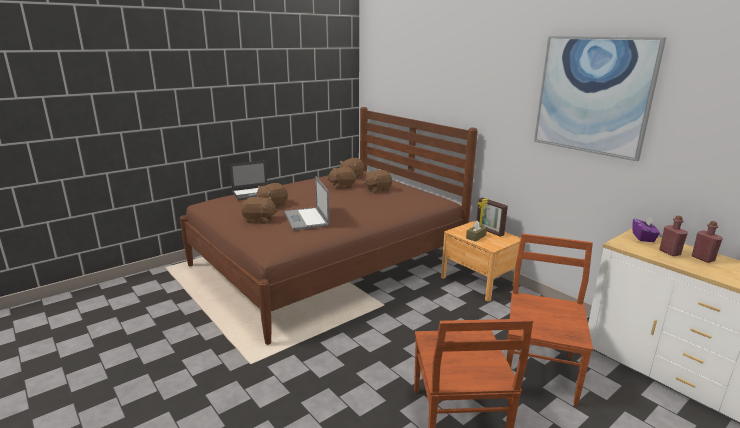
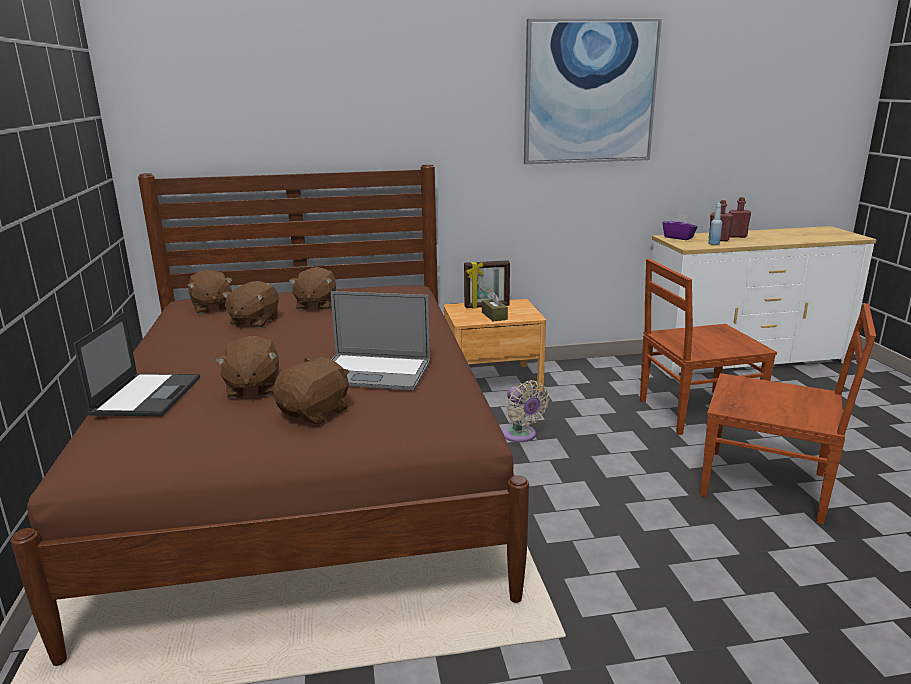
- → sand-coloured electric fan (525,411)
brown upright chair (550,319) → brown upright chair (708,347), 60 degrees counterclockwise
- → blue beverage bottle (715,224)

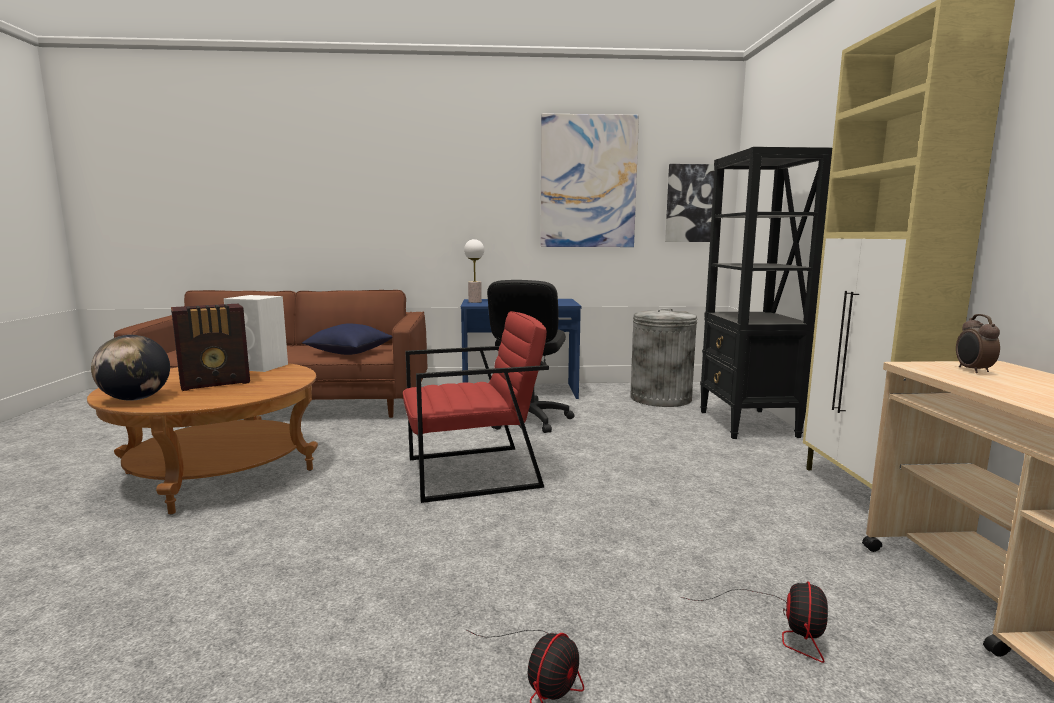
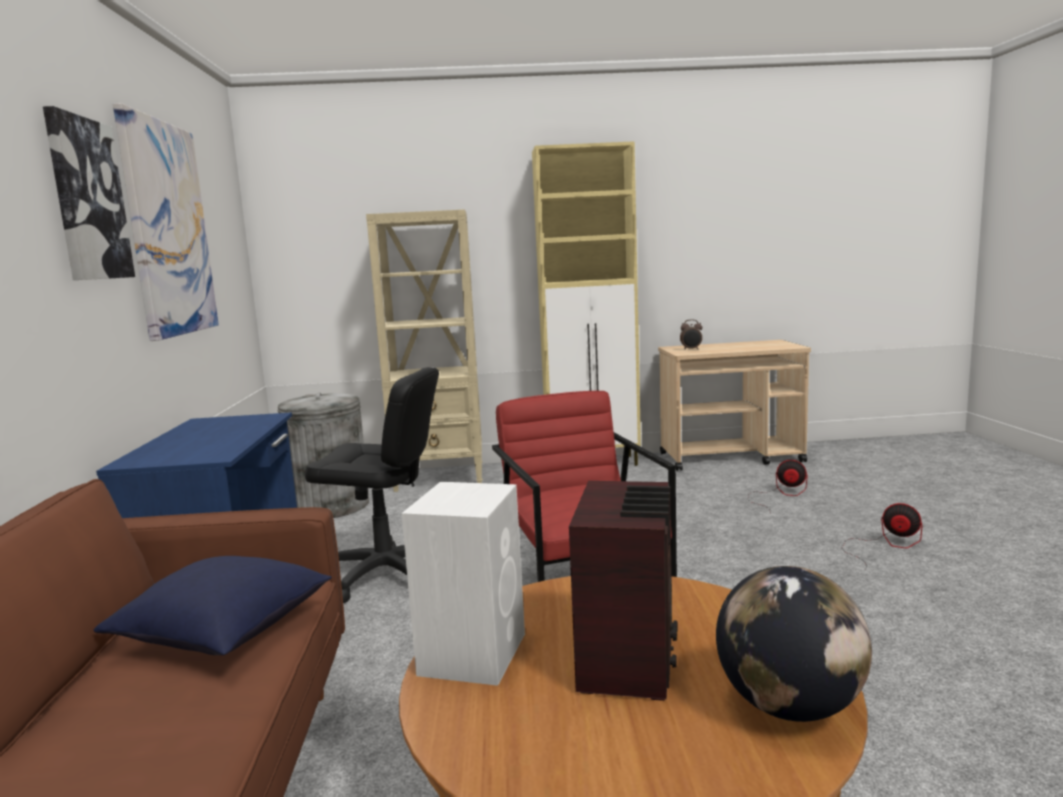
wall art (690,203) → wall art (89,193), relocated
black bookshelf (766,293) → sand-coloured bookshelf (424,350)
radio (210,347) → radio (623,591), 45 degrees clockwise
lamp for a table (474,271) → -

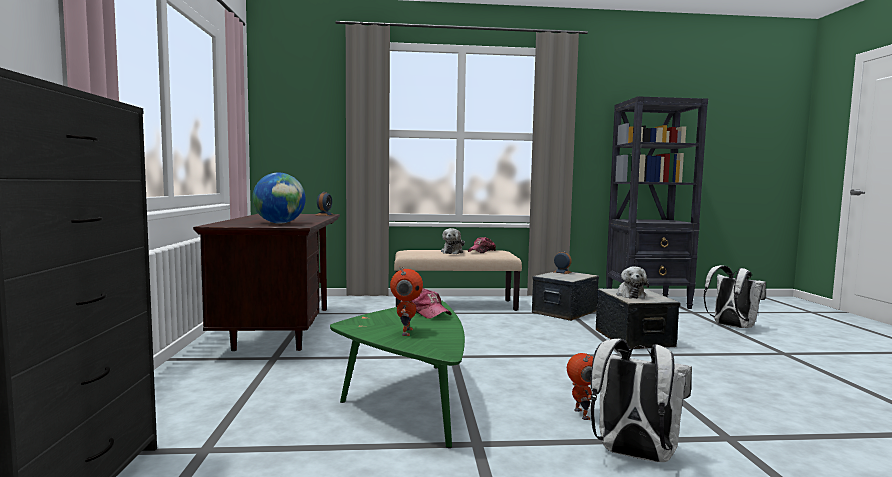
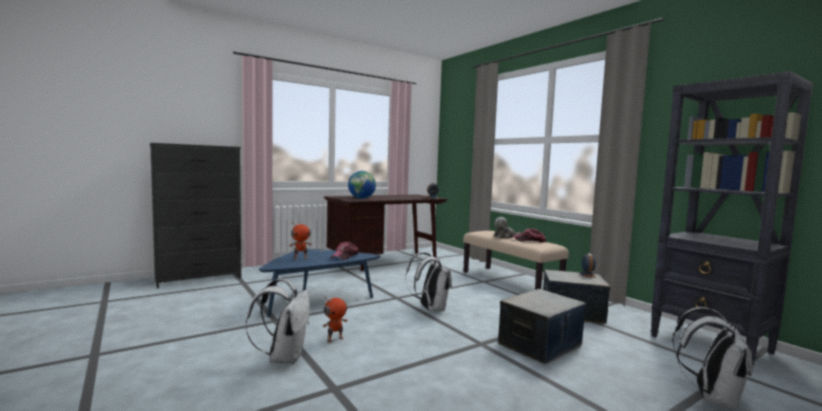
green low table (397,374) → blue low table (320,283)
- → white-coloured knapsack (428,282)
soft toy (632,282) → -

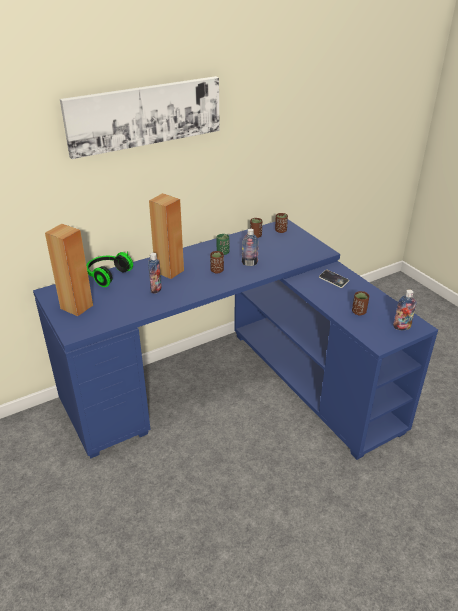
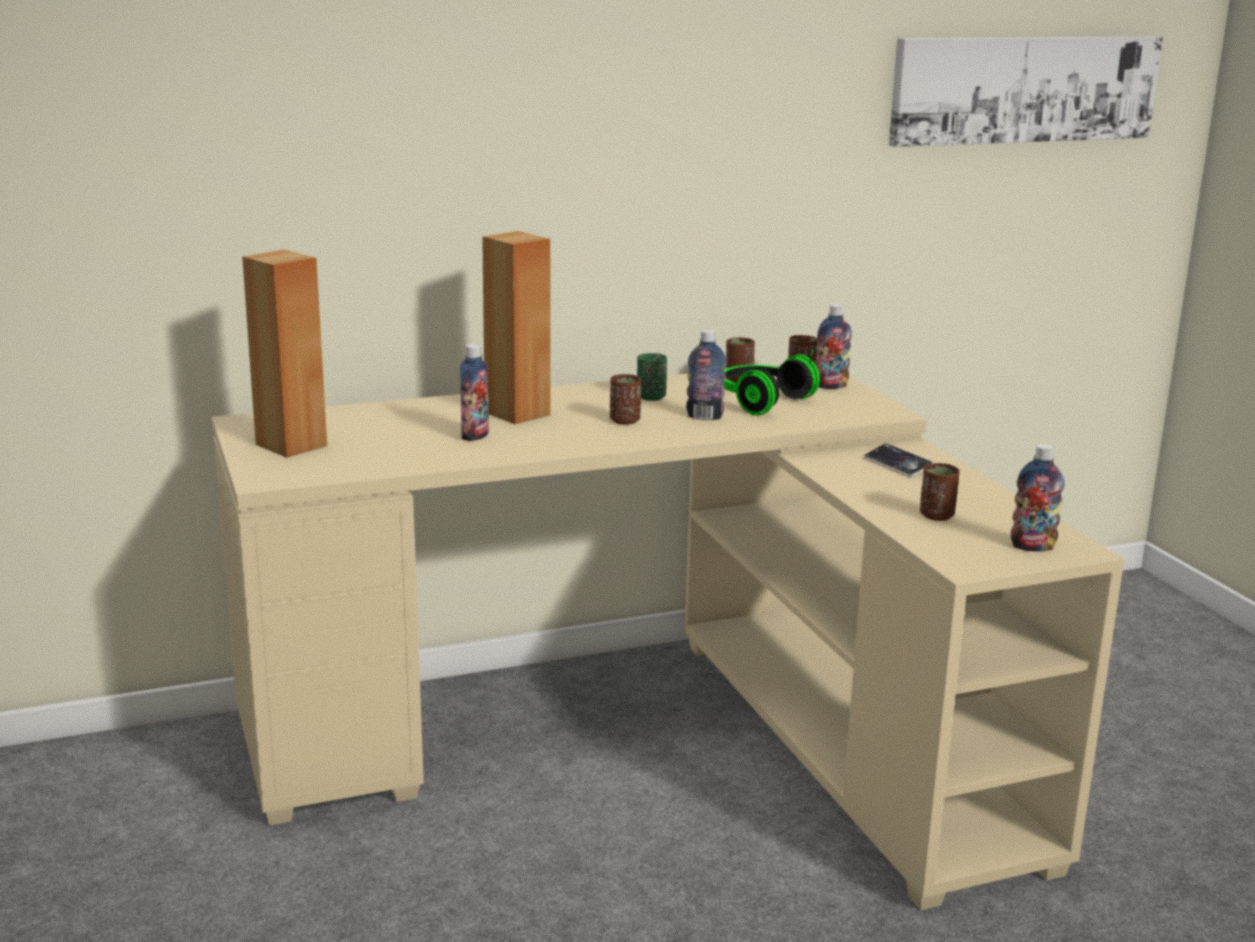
blue desk (235,339) → sand-coloured desk (668,637)
headset (109,269) → headset (771,383), relocated
- → beverage bottle (833,346)
wall art (140,117) → wall art (1026,91), relocated

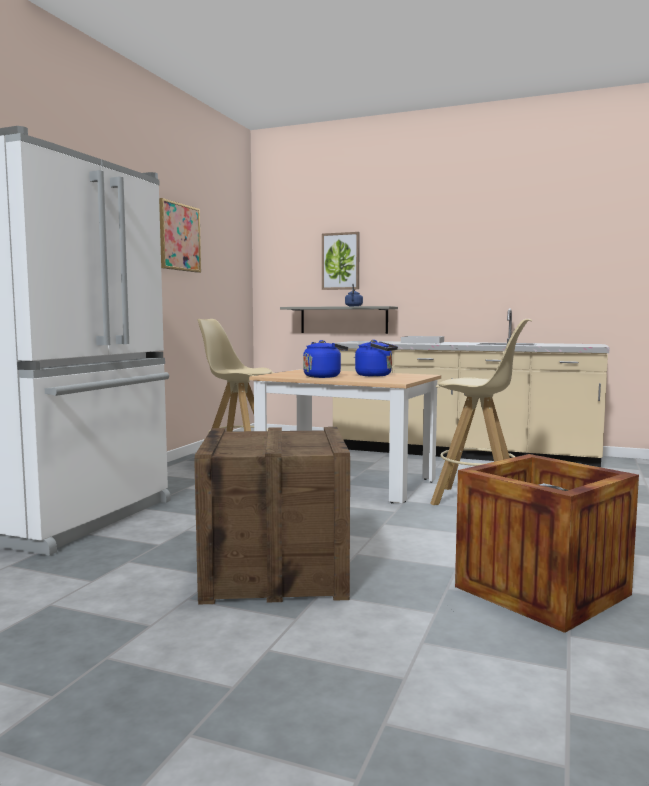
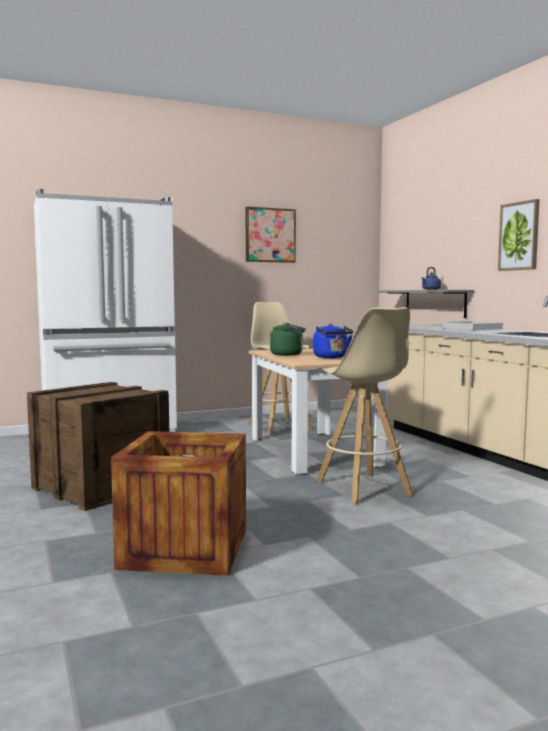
blue tea kettle (325,359) → green tea kettle (288,339)
wall art (341,261) → wall art (519,235), relocated

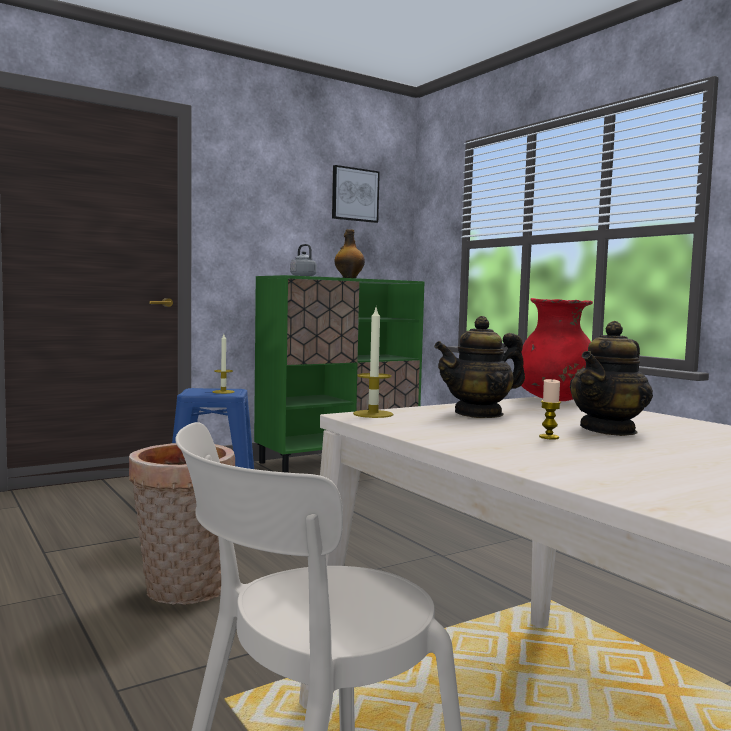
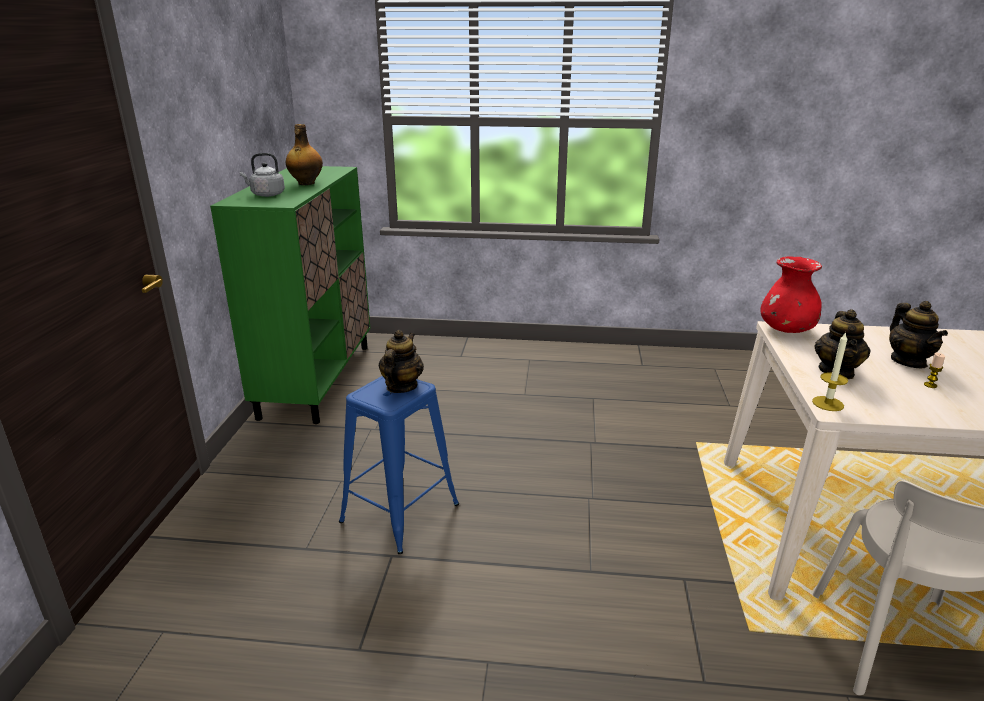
wax candle (223,364) → tea pot (401,361)
basket (182,524) → -
wall art (356,194) → -

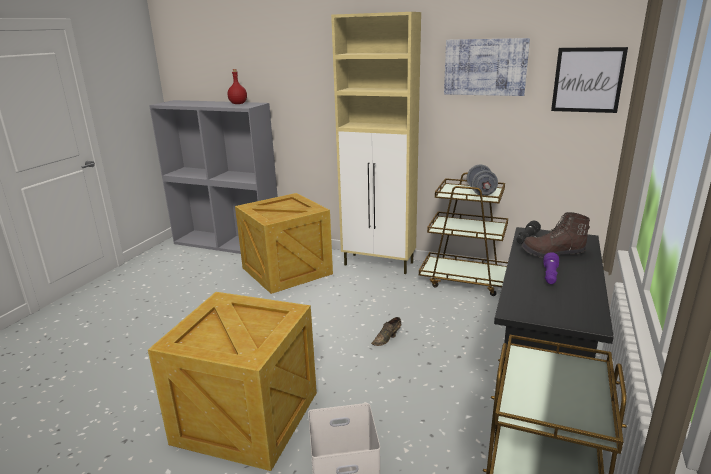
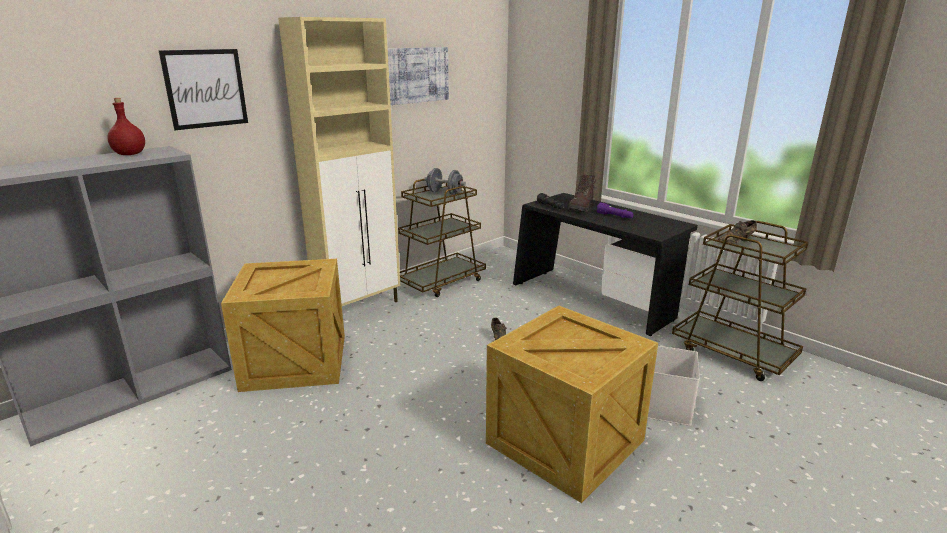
wall art (589,80) → wall art (203,89), relocated
- → brown low shoe (737,232)

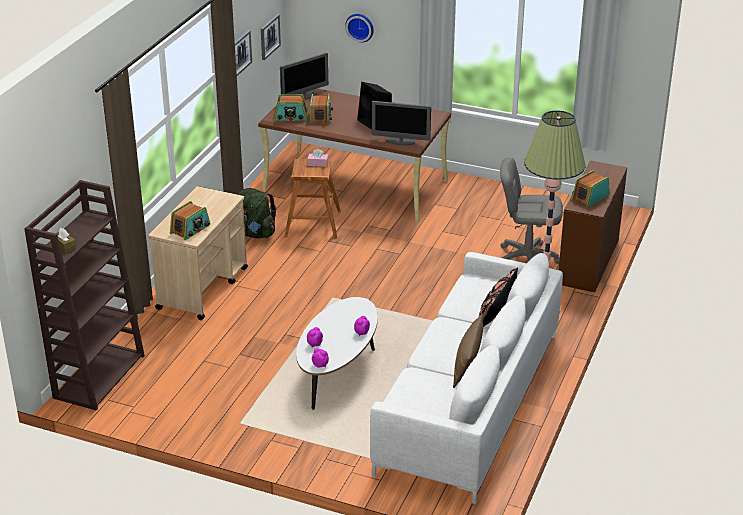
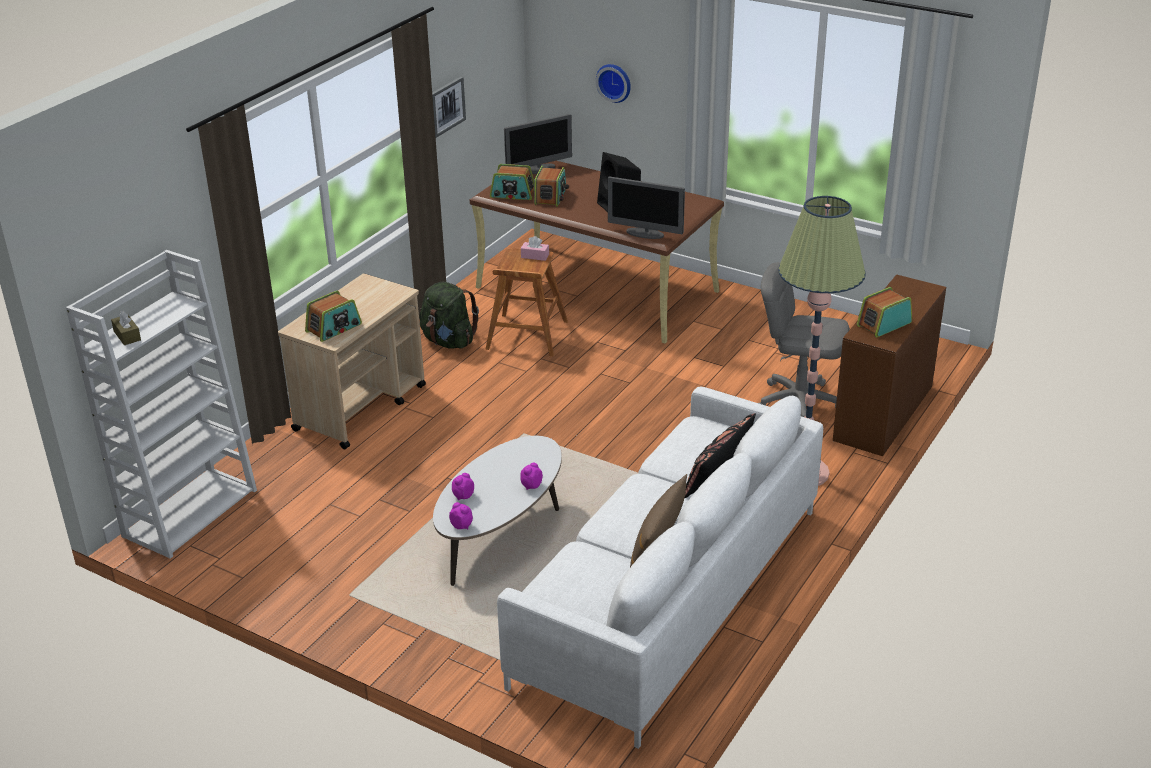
brown bookshelf (84,295) → white-coloured bookshelf (161,404)
wall art (271,37) → -

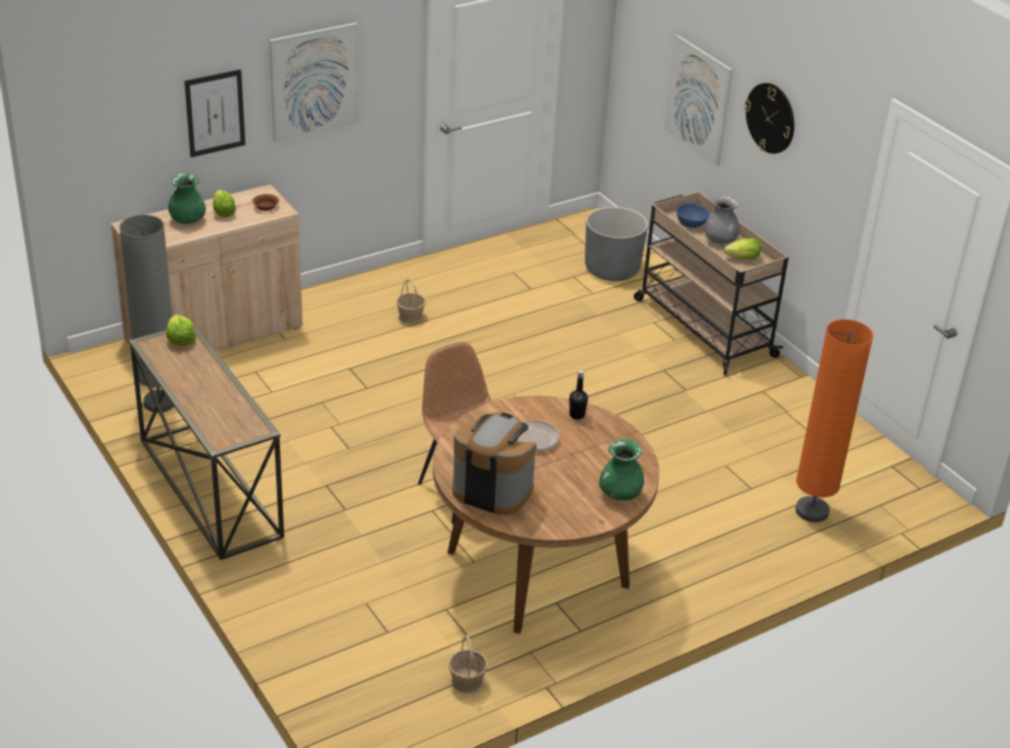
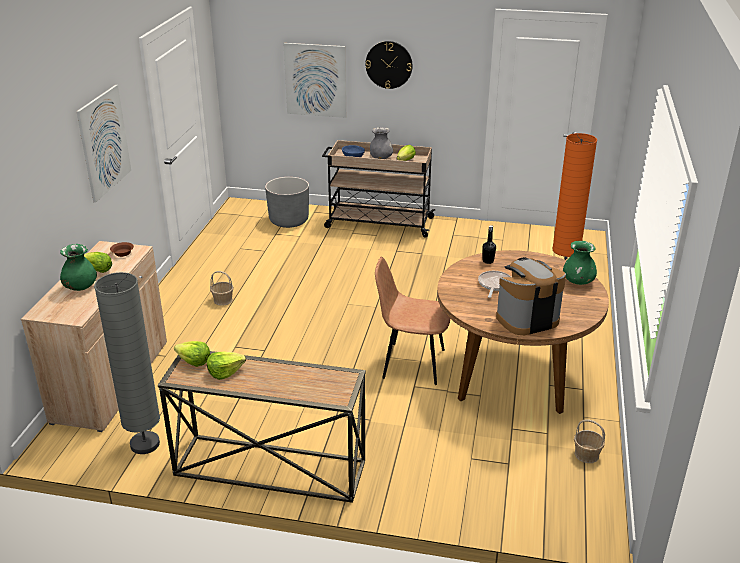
- → head of lettuce (226,366)
wall art (214,113) → -

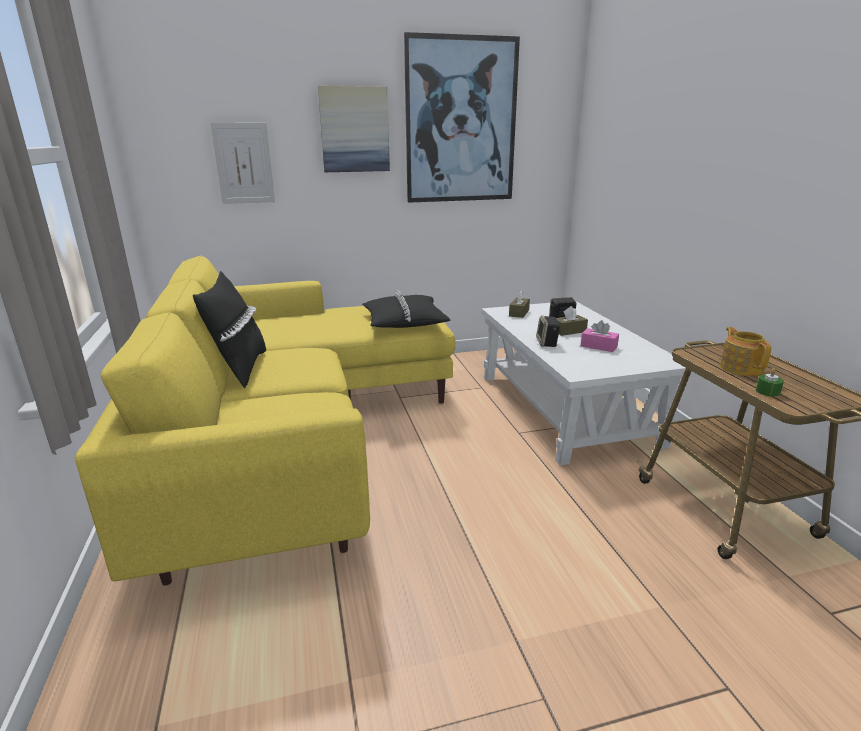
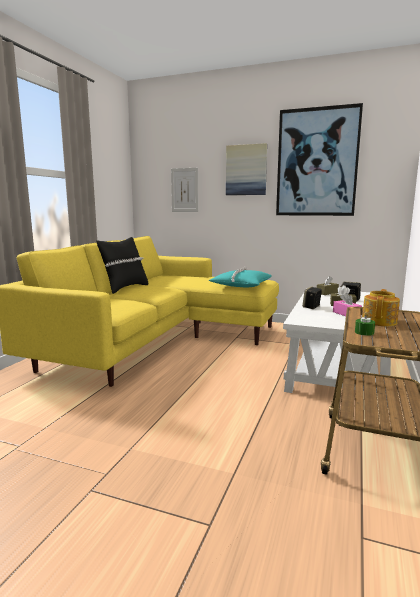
black cushion (406,309) → turquoise-coloured cushion (240,276)

